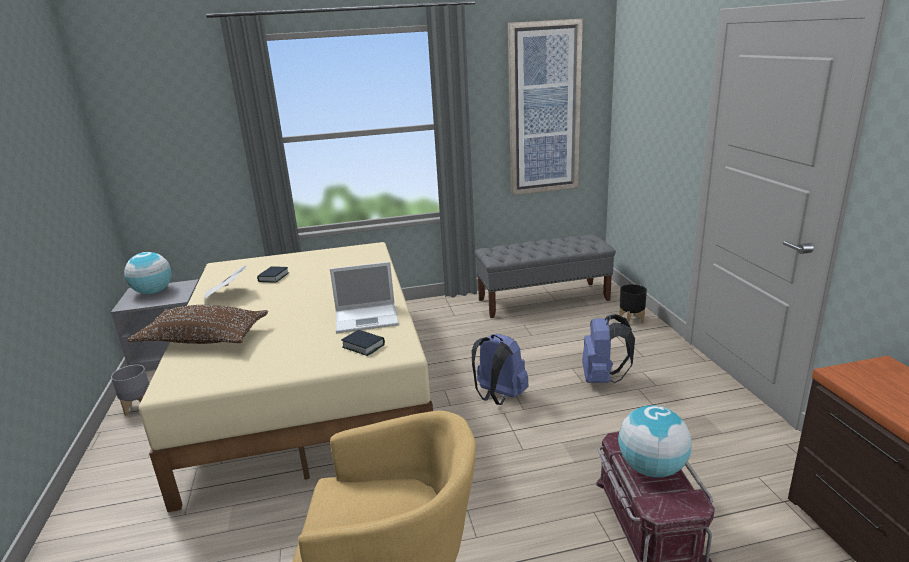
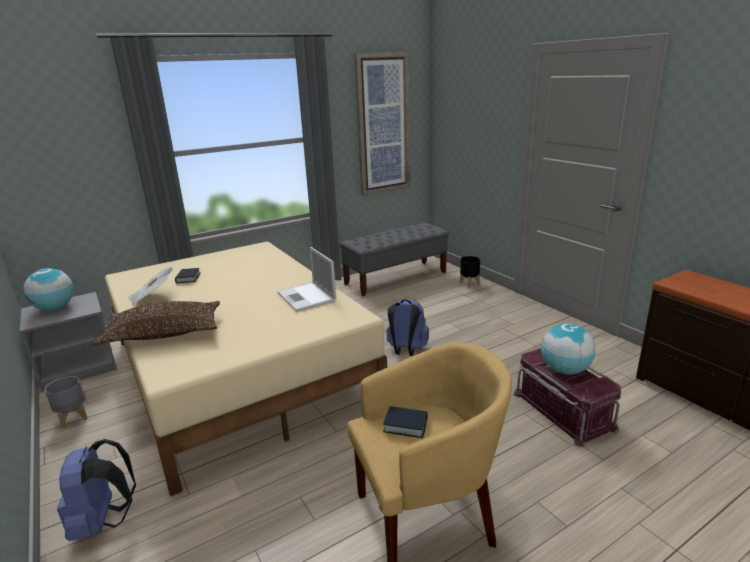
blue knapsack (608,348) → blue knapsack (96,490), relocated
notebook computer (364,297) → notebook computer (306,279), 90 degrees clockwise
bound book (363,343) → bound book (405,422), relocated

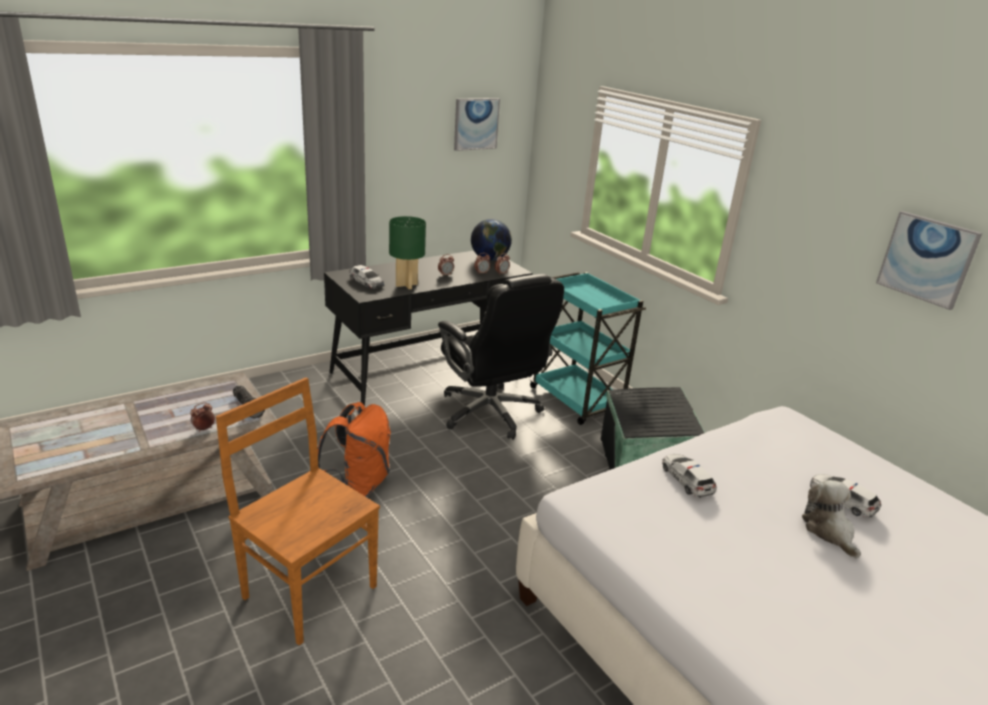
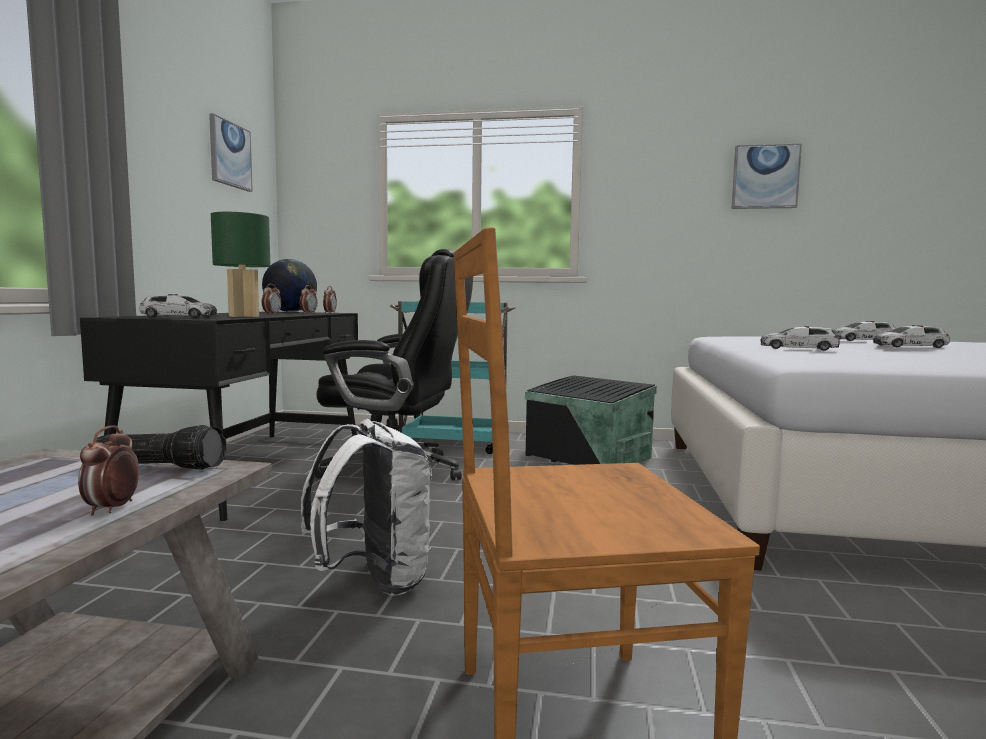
orange-coloured knapsack (354,449) → white-coloured knapsack (366,507)
soft toy (831,519) → model car (911,336)

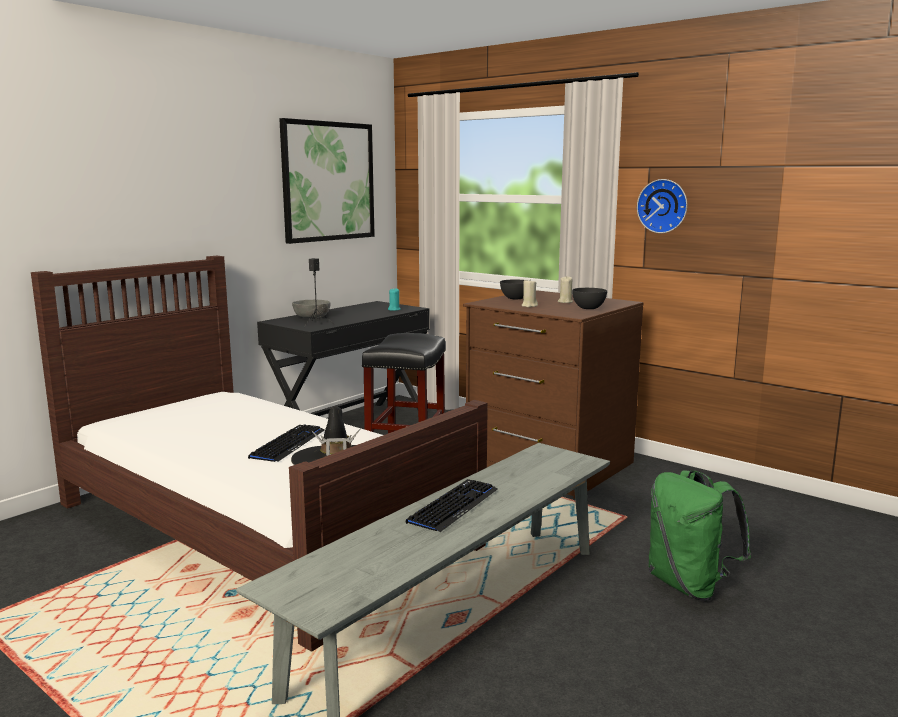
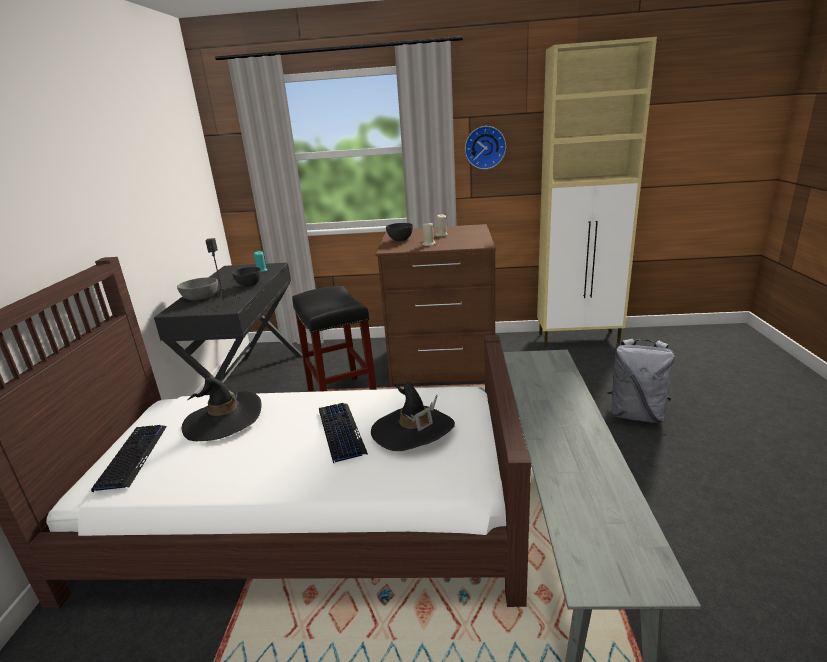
keyboard (452,505) → keyboard (129,458), relocated
- → black hat (222,409)
gray bowl (589,298) → gray bowl (246,277), relocated
- → sand-coloured cabinet (597,192)
green knapsack (699,535) → gray knapsack (641,381)
wall art (327,181) → -

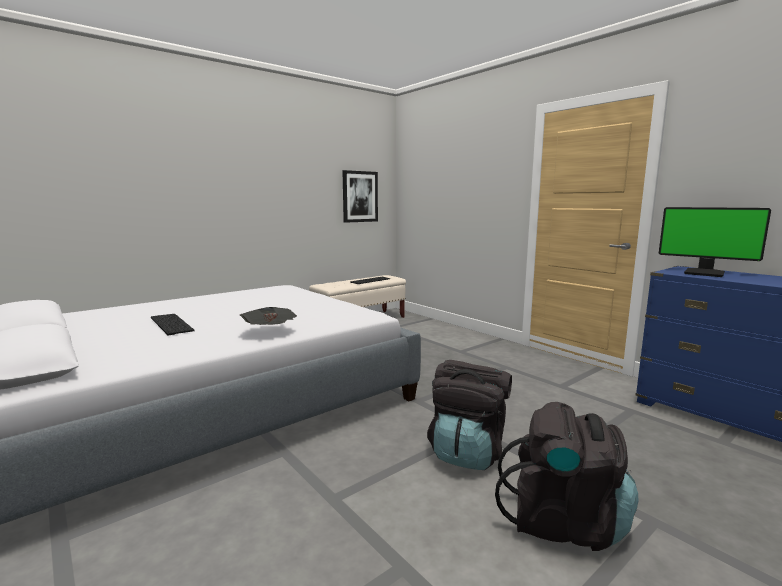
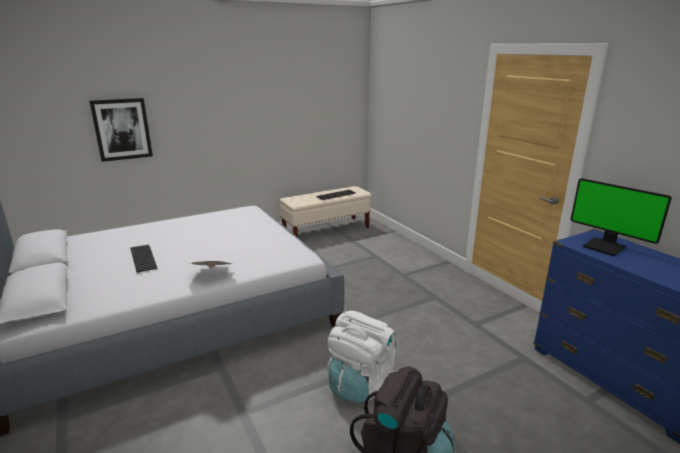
wall art (360,196) → wall art (121,130), relocated
black knapsack (469,415) → white-coloured knapsack (361,356)

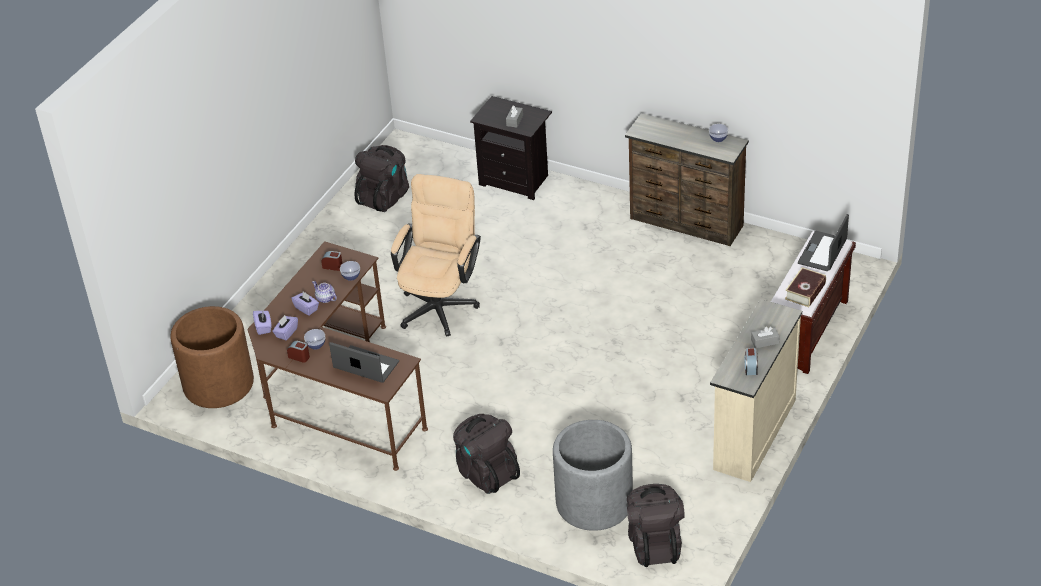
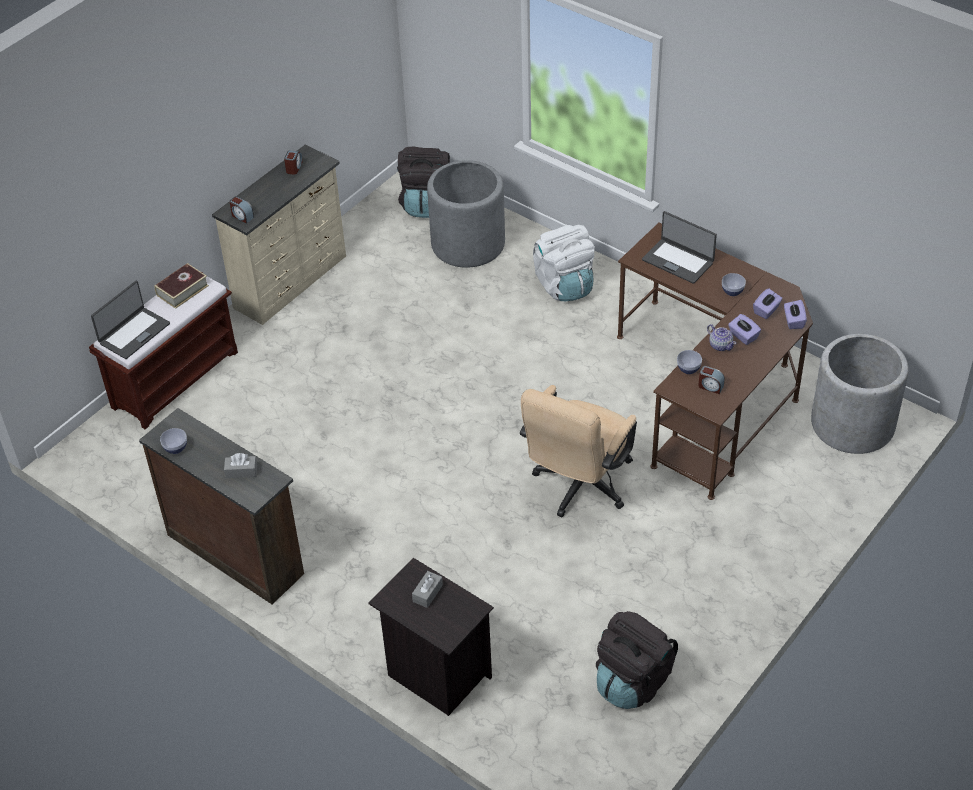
gray tissue holder (765,337) → gray tissue holder (240,465), relocated
bedside clock (298,352) → bedside clock (241,210), relocated
black knapsack (486,454) → white-coloured knapsack (564,263)
brown plant pot (212,357) → gray plant pot (860,394)

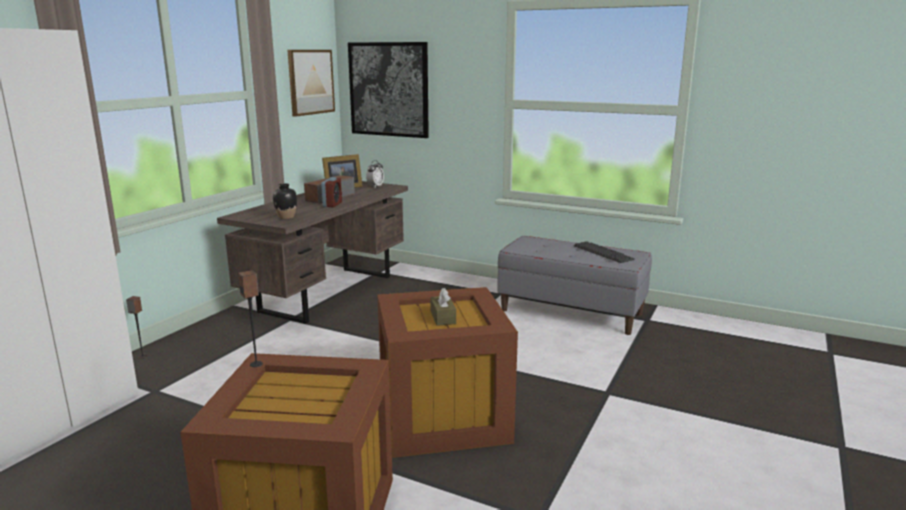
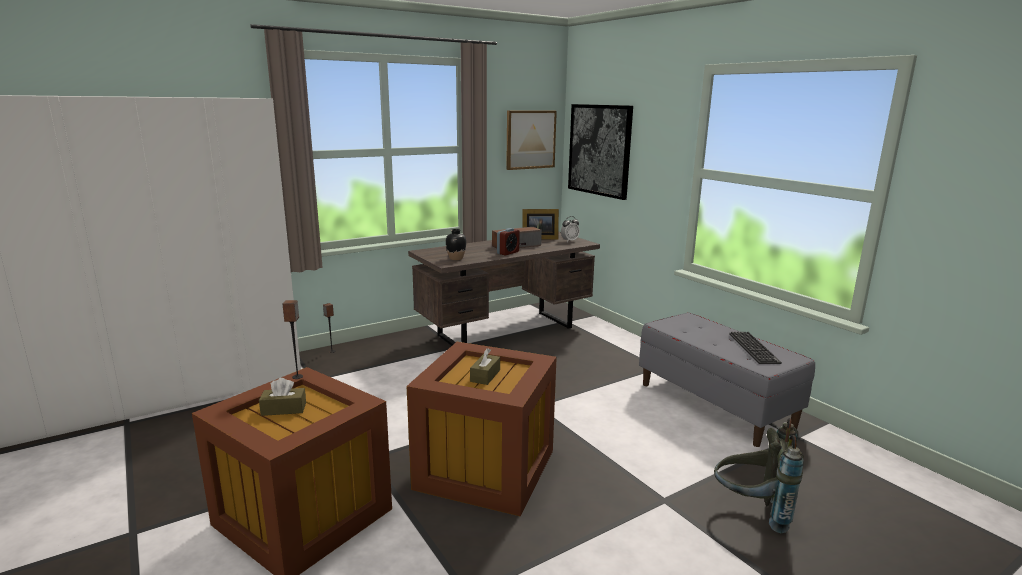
- → brown tissue holder (282,397)
- → gray knapsack (759,476)

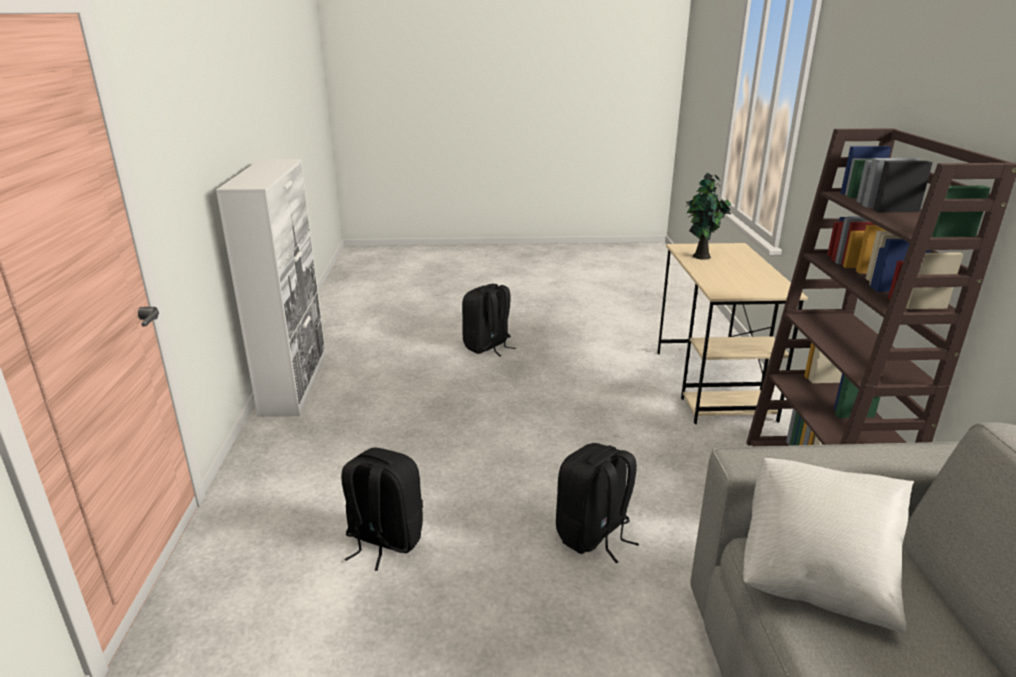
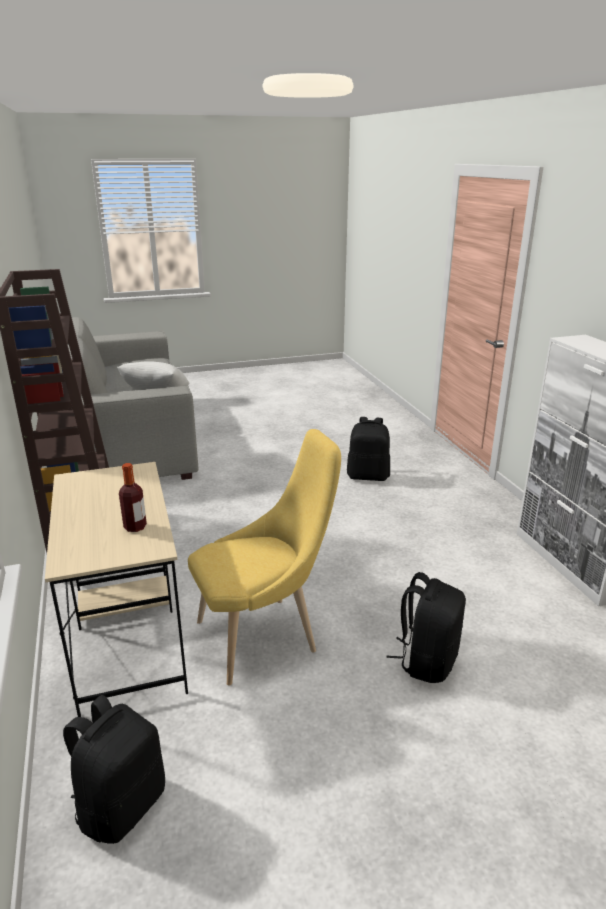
black knapsack (597,503) → black knapsack (114,769), relocated
potted plant (708,216) → beverage bottle (133,497)
- → yellowish upright chair (264,557)

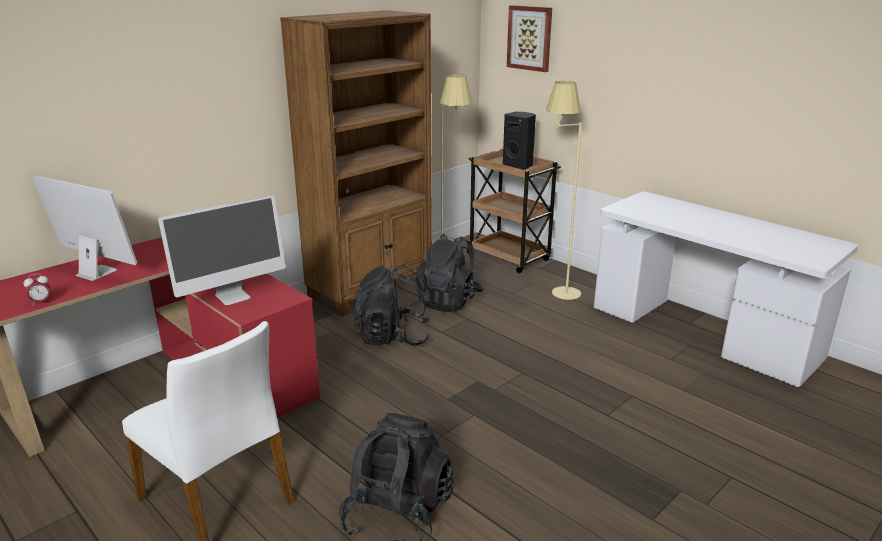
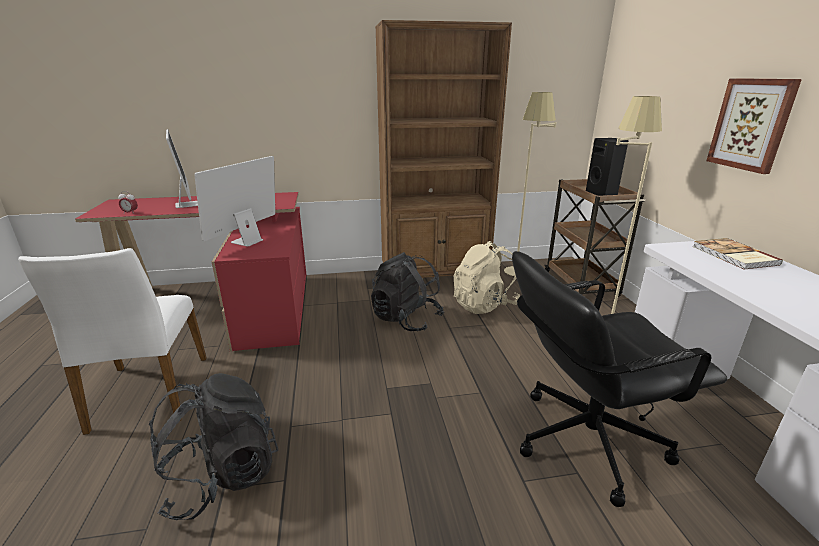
computer display (221,250) → computer display (234,201), 120 degrees clockwise
black knapsack (448,273) → sand-coloured knapsack (487,277)
- → black desk chair (619,379)
- → bound book (737,253)
wall art (529,38) → wall art (754,126), relocated

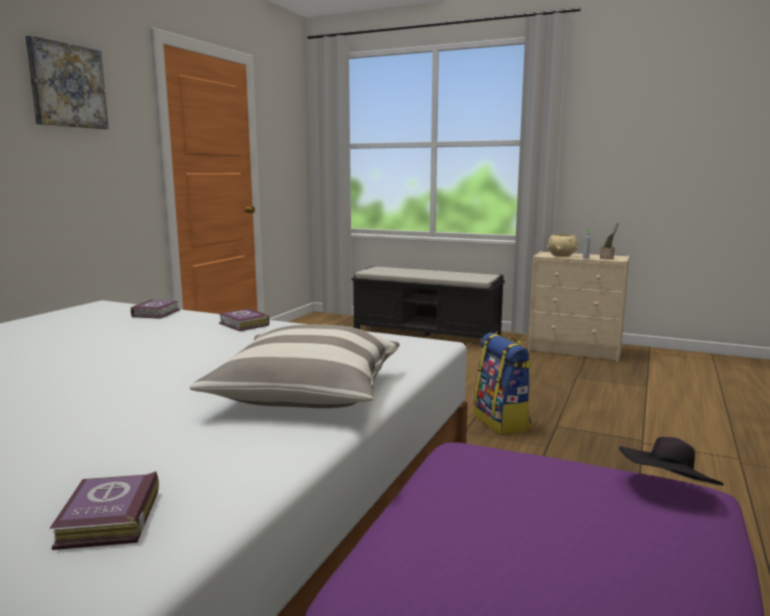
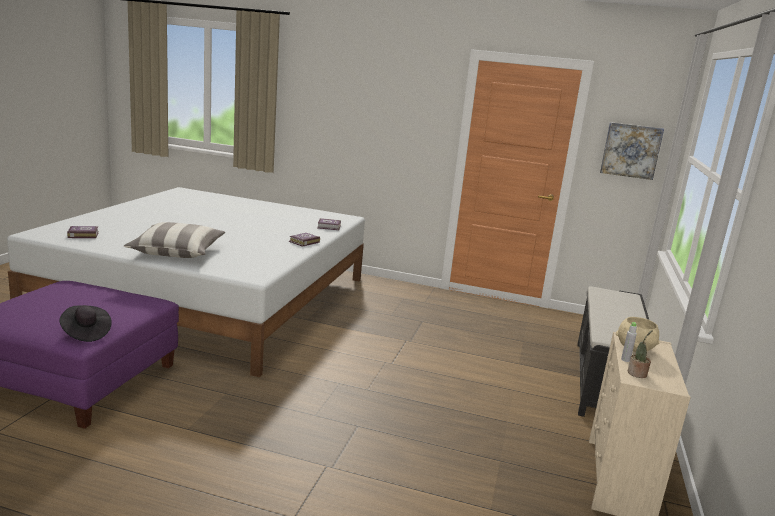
wall art (67,82) → wall art (632,151), relocated
knapsack (502,384) → -

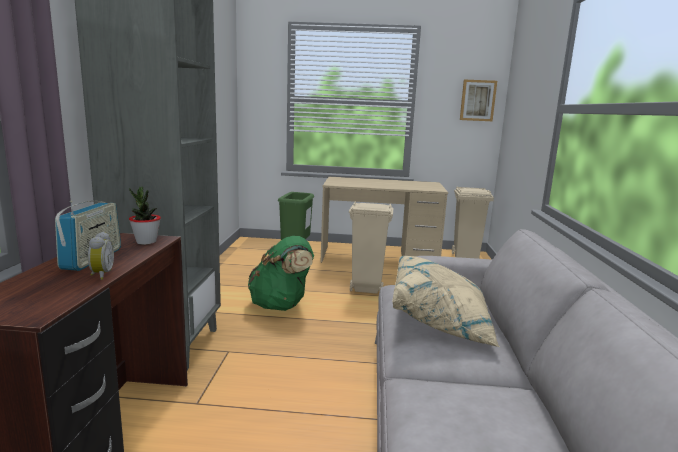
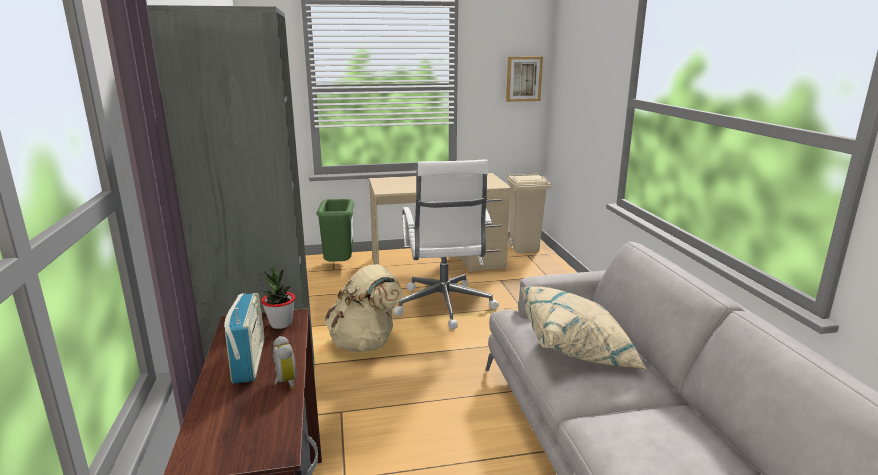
green knapsack (281,273) → sand-coloured knapsack (364,308)
sand-coloured trash can (371,248) → white-coloured desk chair (446,245)

